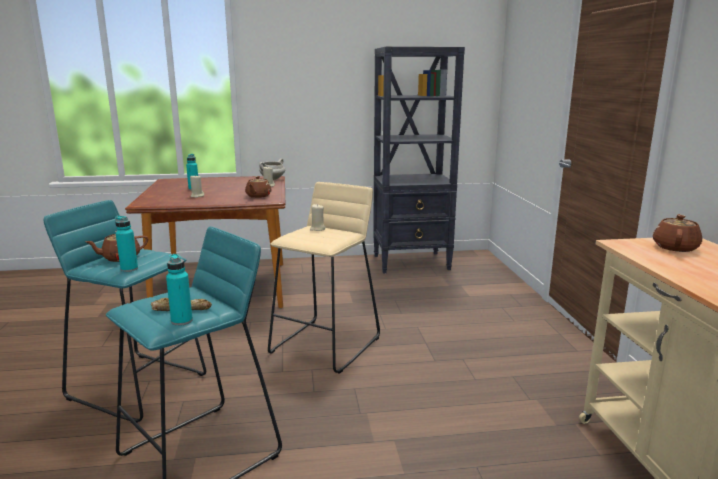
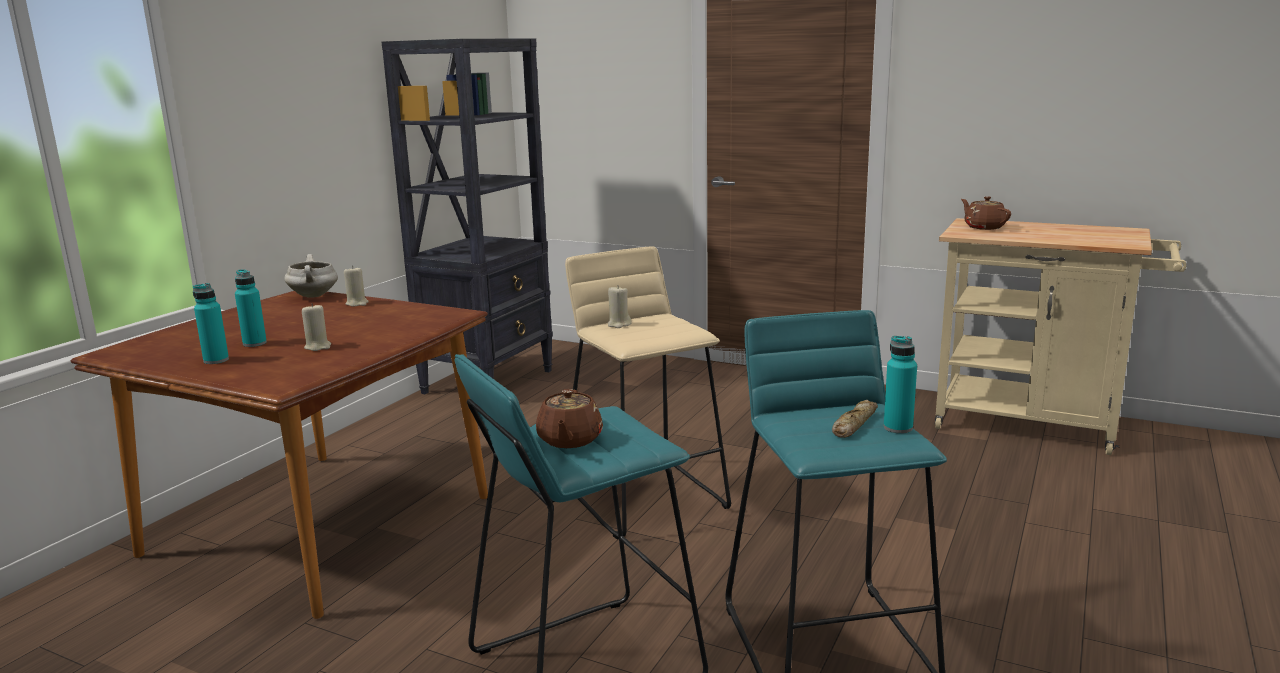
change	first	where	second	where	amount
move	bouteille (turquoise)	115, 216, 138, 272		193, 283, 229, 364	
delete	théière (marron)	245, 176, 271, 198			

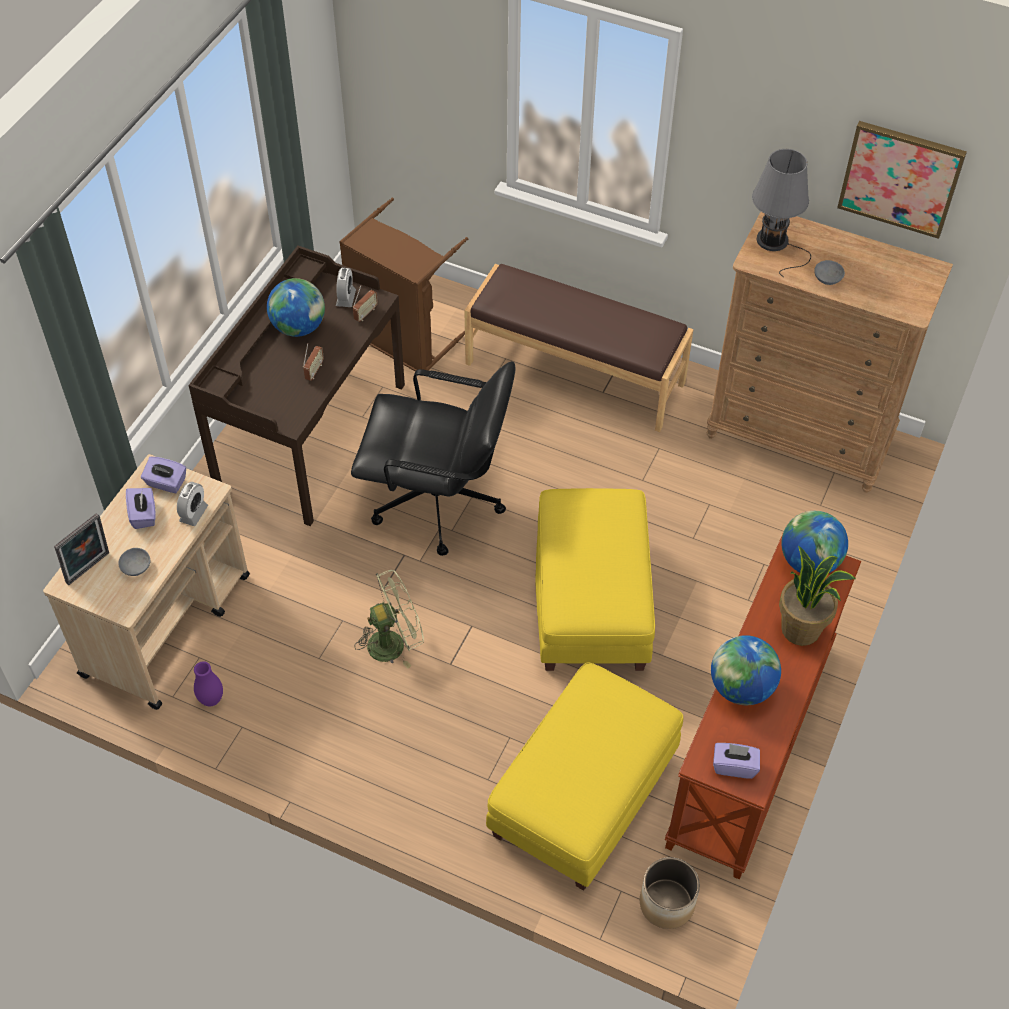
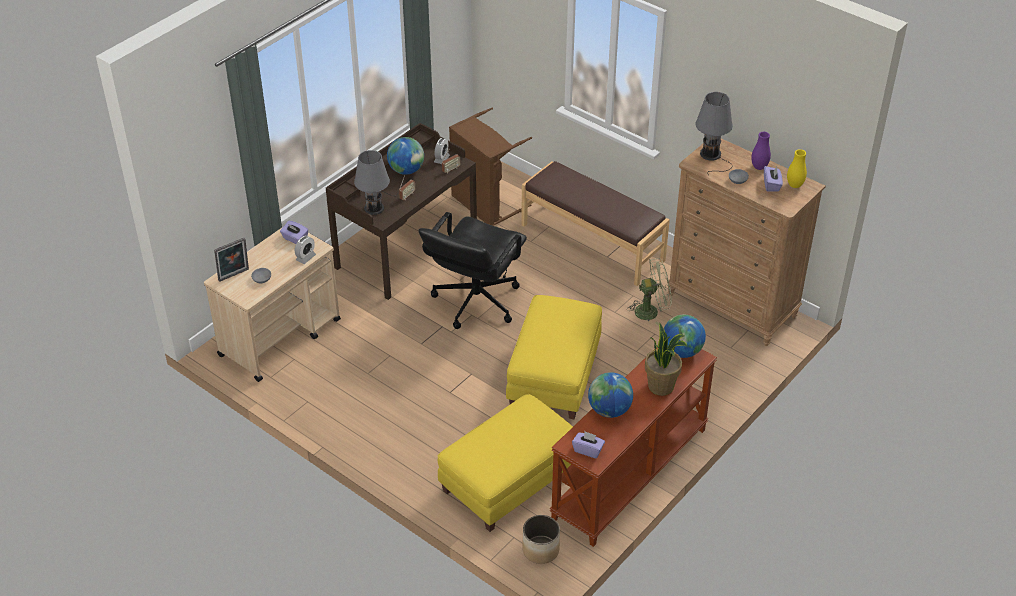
change	first	where	second	where	amount
insert			lampe de table (gris)	354, 150, 398, 215	
rotate	chaise de bureau (noir)	351, 361, 515, 556		418, 212, 527, 329	90 degrees clockwise
move	ventilateur (vert)	355, 570, 424, 668		627, 258, 672, 326	
move	vase (violet)	194, 661, 223, 706		751, 132, 771, 170	
move	boîte à mouchoirs (violet)	126, 488, 156, 529		764, 166, 783, 192	
insert			vase (jaune)	787, 149, 807, 188	
delete	tableau	837, 121, 967, 239			

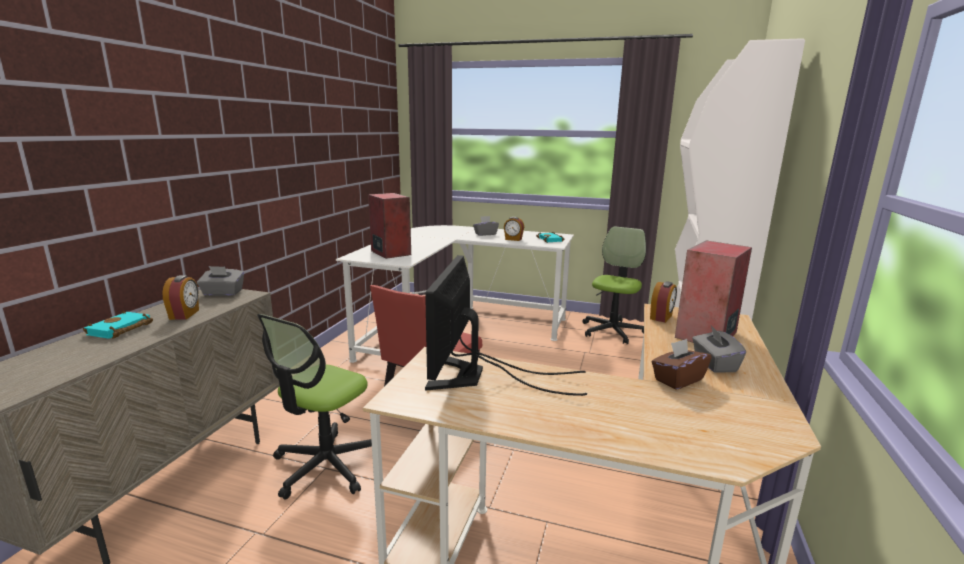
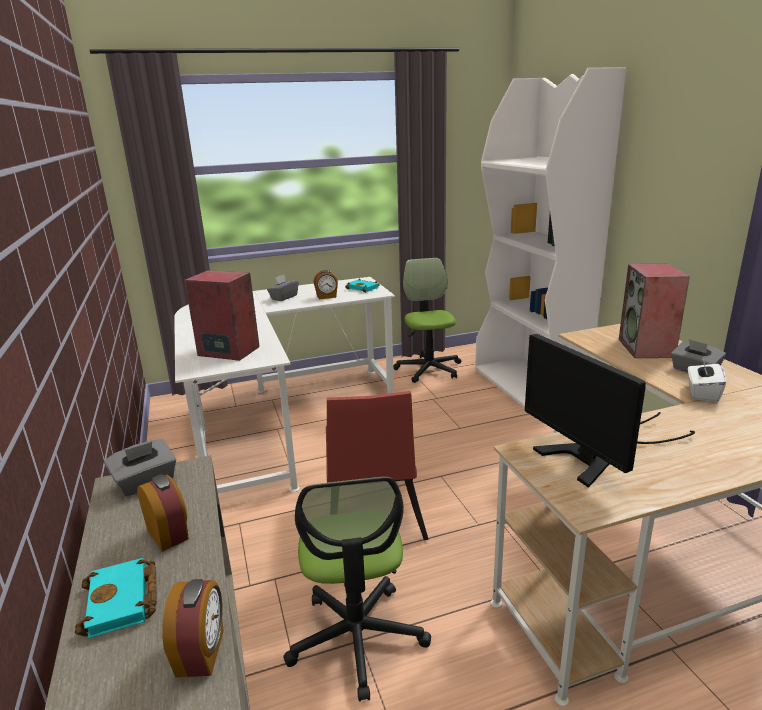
change	first	where	second	where	amount
move	réveil	650, 281, 677, 323		162, 579, 224, 678	
recolor	boîte à mouchoirs (marron)	652, 339, 712, 390	boîte à mouchoirs (blanc)	688, 358, 726, 402	

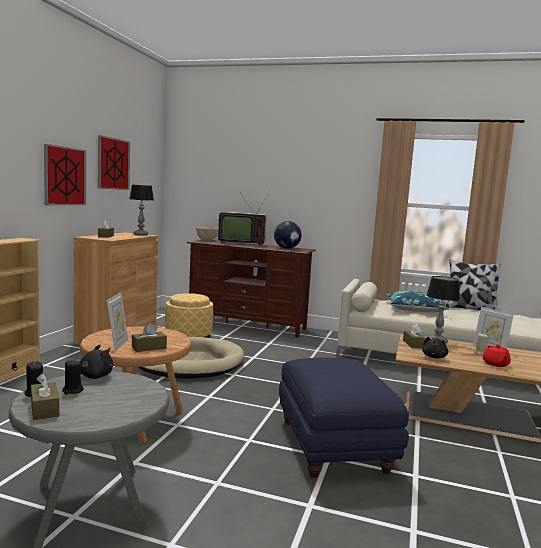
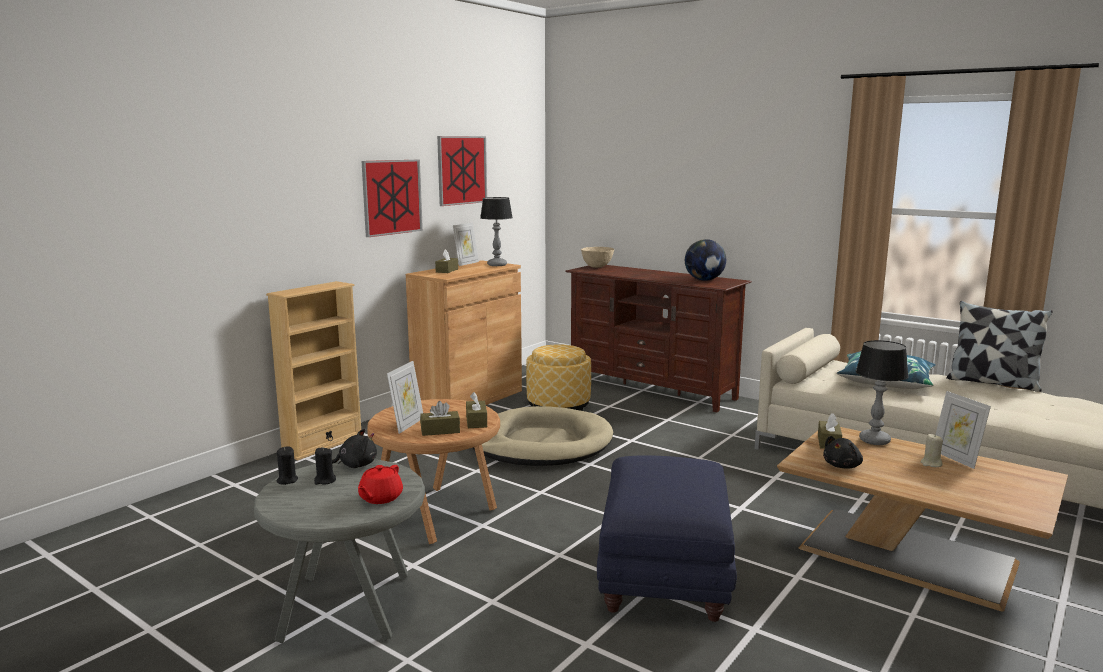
change	first	where	second	where	amount
move	théière (rouge)	483, 344, 511, 367		358, 465, 403, 504	
insert			cadre photo	453, 223, 479, 266	
move	boîte à mouchoirs (marron)	31, 374, 59, 420		466, 392, 487, 428	
delete	téléviseur	218, 192, 270, 246			

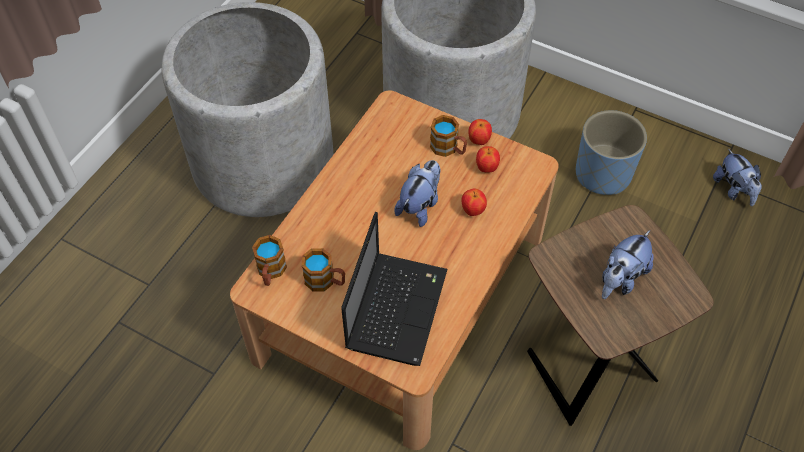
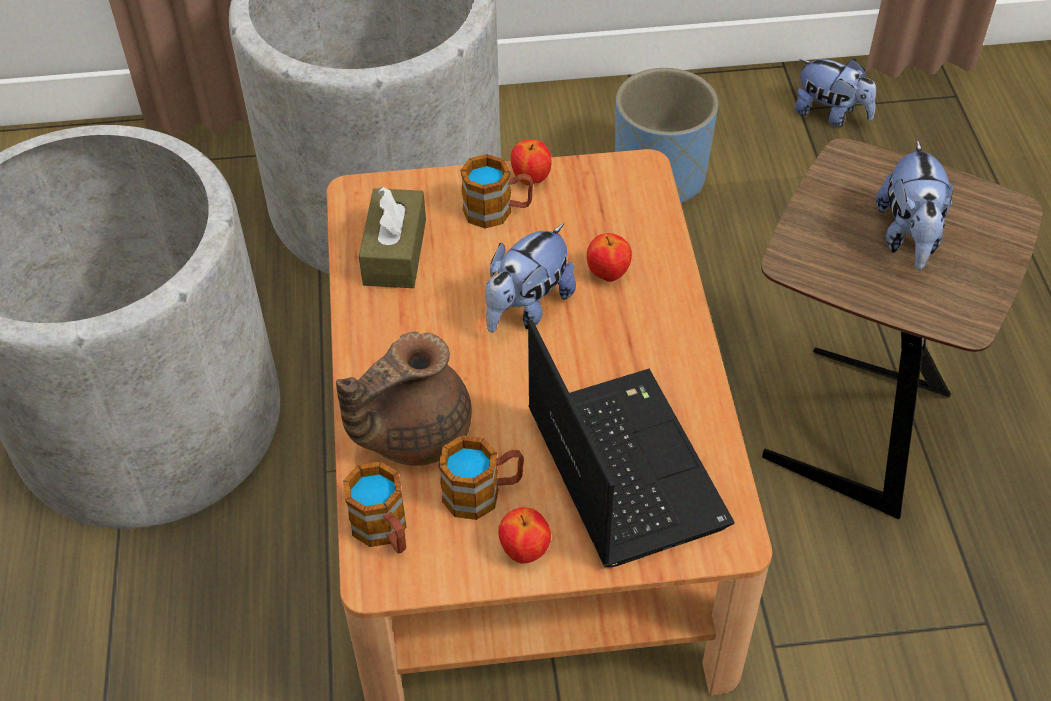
change	first	where	second	where	amount
insert			théière (marron)	336, 332, 472, 466	
insert			boîte à mouchoirs (marron)	359, 186, 426, 288	
rotate	peluche	394, 160, 441, 227		485, 224, 576, 333	135 degrees counterclockwise
move	pomme	476, 146, 500, 173		498, 507, 551, 564	

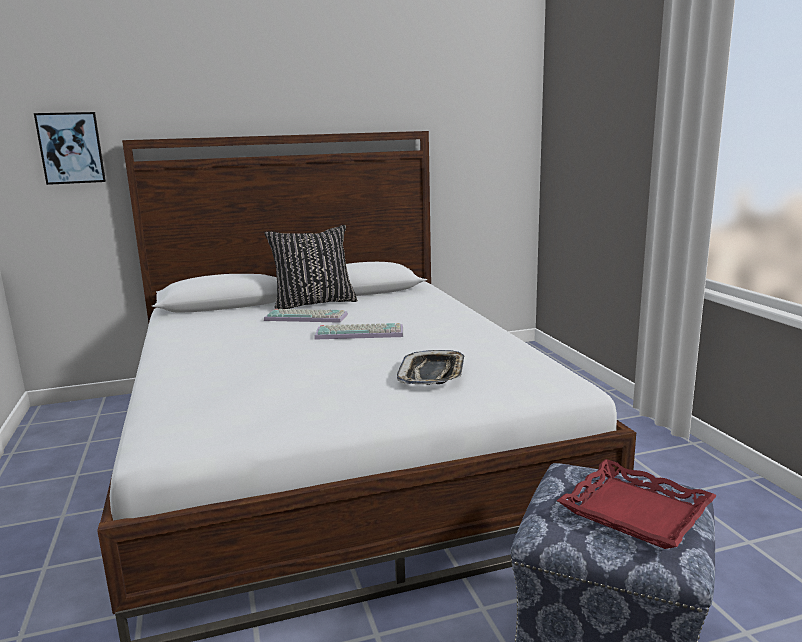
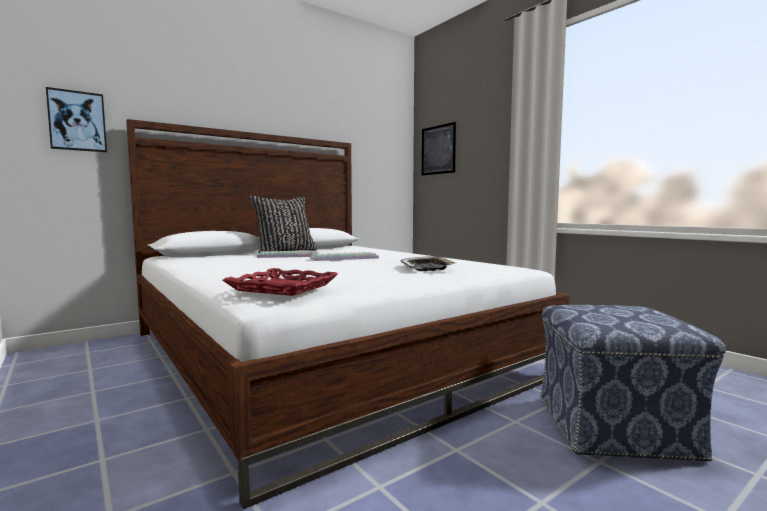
change	first	where	second	where	amount
move	plateau (rouge)	557, 459, 717, 549		223, 268, 338, 296	
insert			tableau	422, 122, 456, 176	

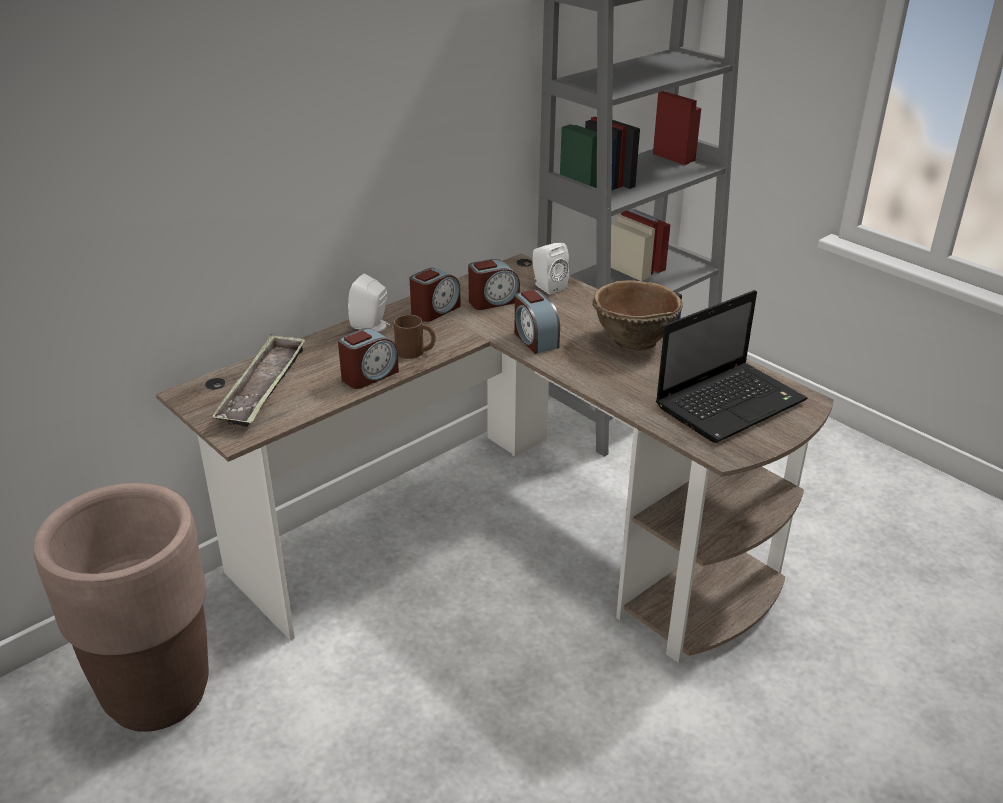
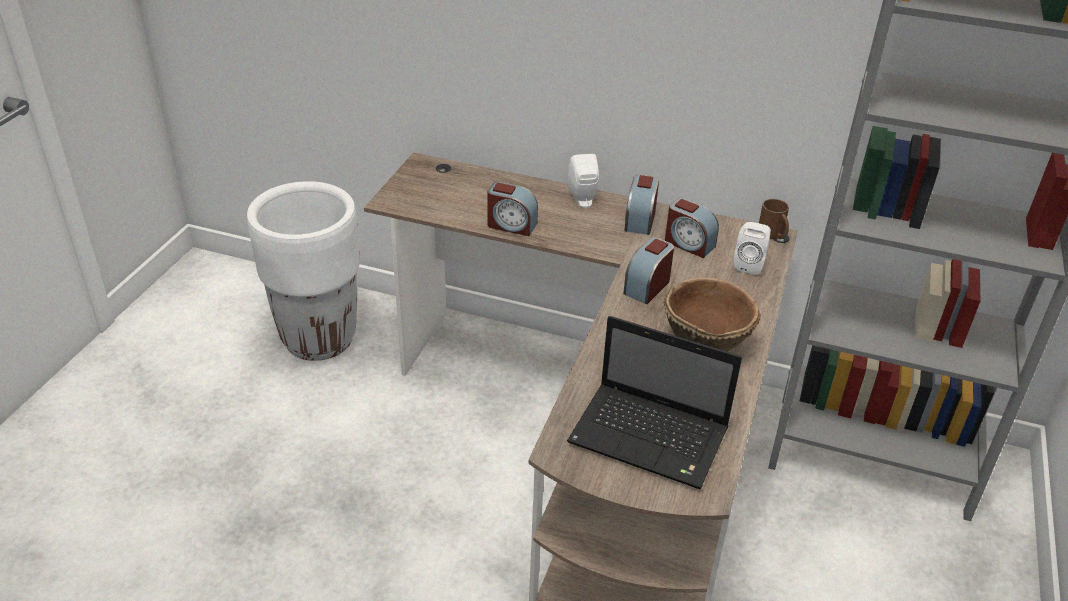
change	first	where	second	where	amount
recolor	cache-pot (marron)	33, 483, 209, 732	cache-pot (blanc)	247, 181, 360, 361	
rotate	réveil	410, 268, 461, 322		625, 175, 659, 235	90 degrees clockwise
move	mug (marron)	394, 315, 436, 359		759, 199, 789, 239	
delete	plateau	212, 334, 305, 427			

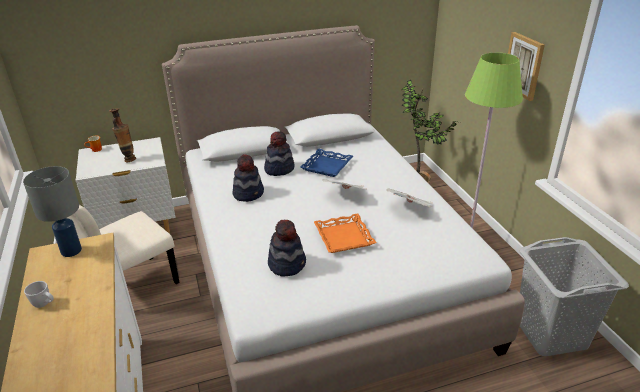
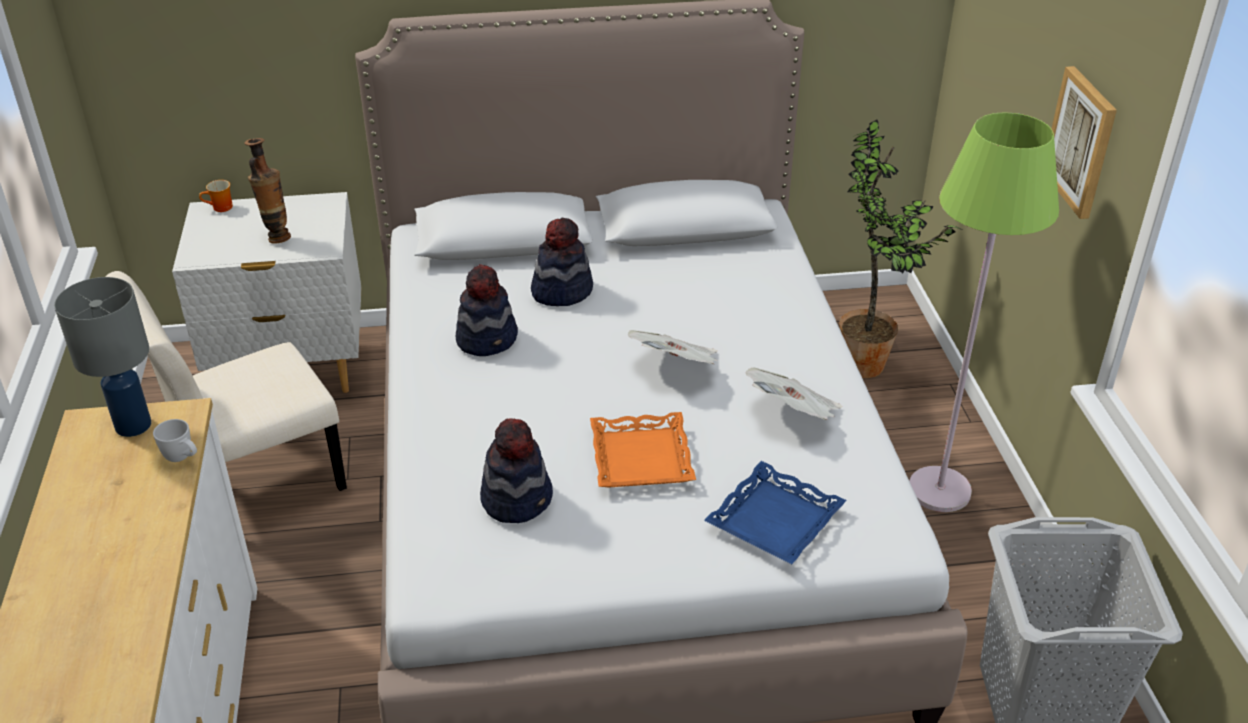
change	first	where	second	where	amount
move	mug (blanc)	24, 281, 54, 308		153, 419, 197, 462	
move	plateau (bleu)	300, 149, 353, 177		704, 461, 847, 564	

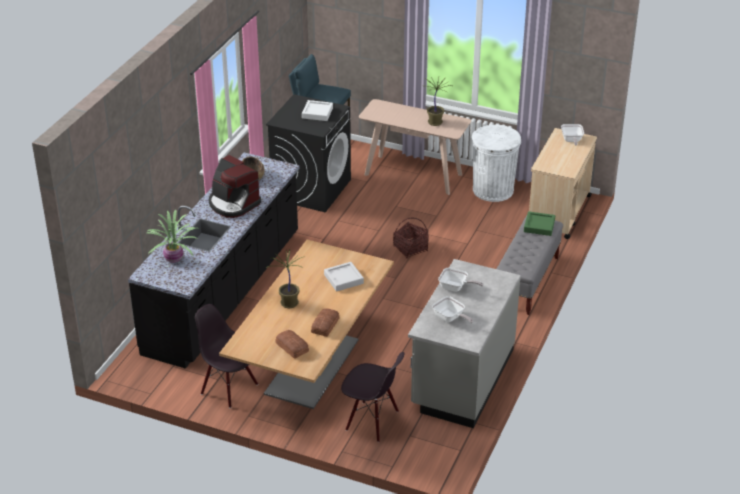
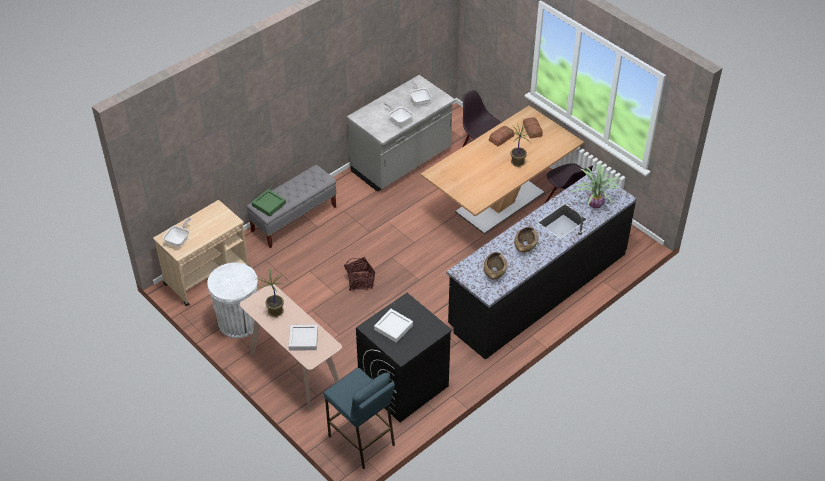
change	first	where	second	where	amount
move	plateau (gris)	324, 262, 364, 292		288, 325, 318, 350	
replace	machine à café	209, 155, 261, 218	bol (marron)	514, 227, 539, 253	

